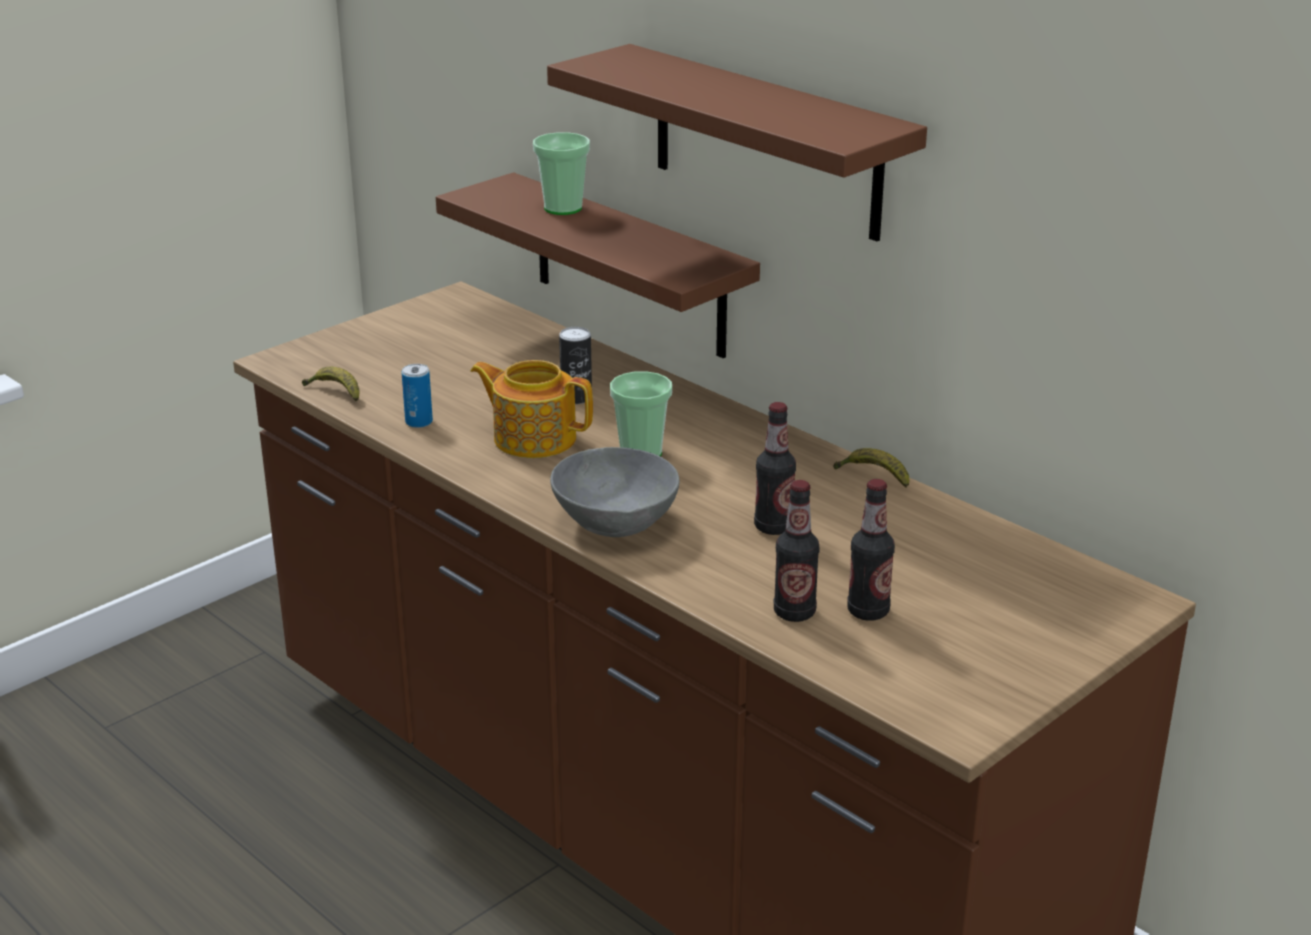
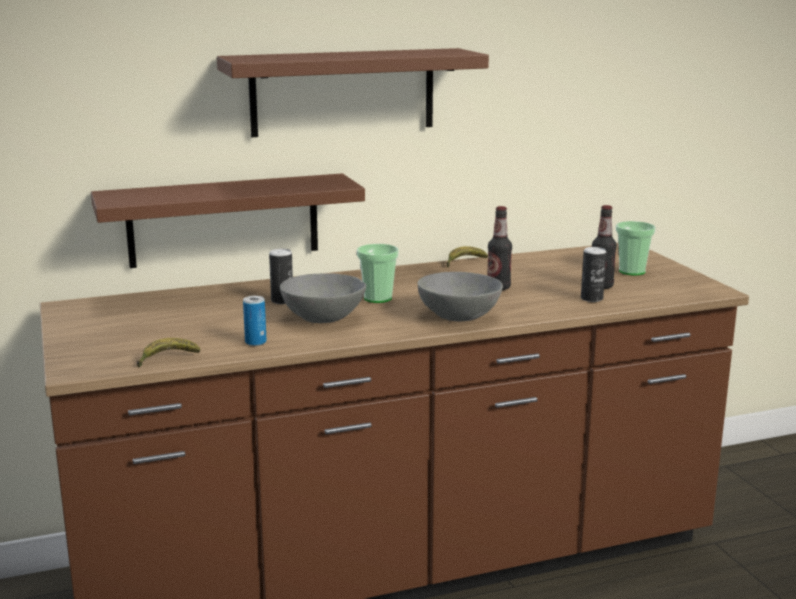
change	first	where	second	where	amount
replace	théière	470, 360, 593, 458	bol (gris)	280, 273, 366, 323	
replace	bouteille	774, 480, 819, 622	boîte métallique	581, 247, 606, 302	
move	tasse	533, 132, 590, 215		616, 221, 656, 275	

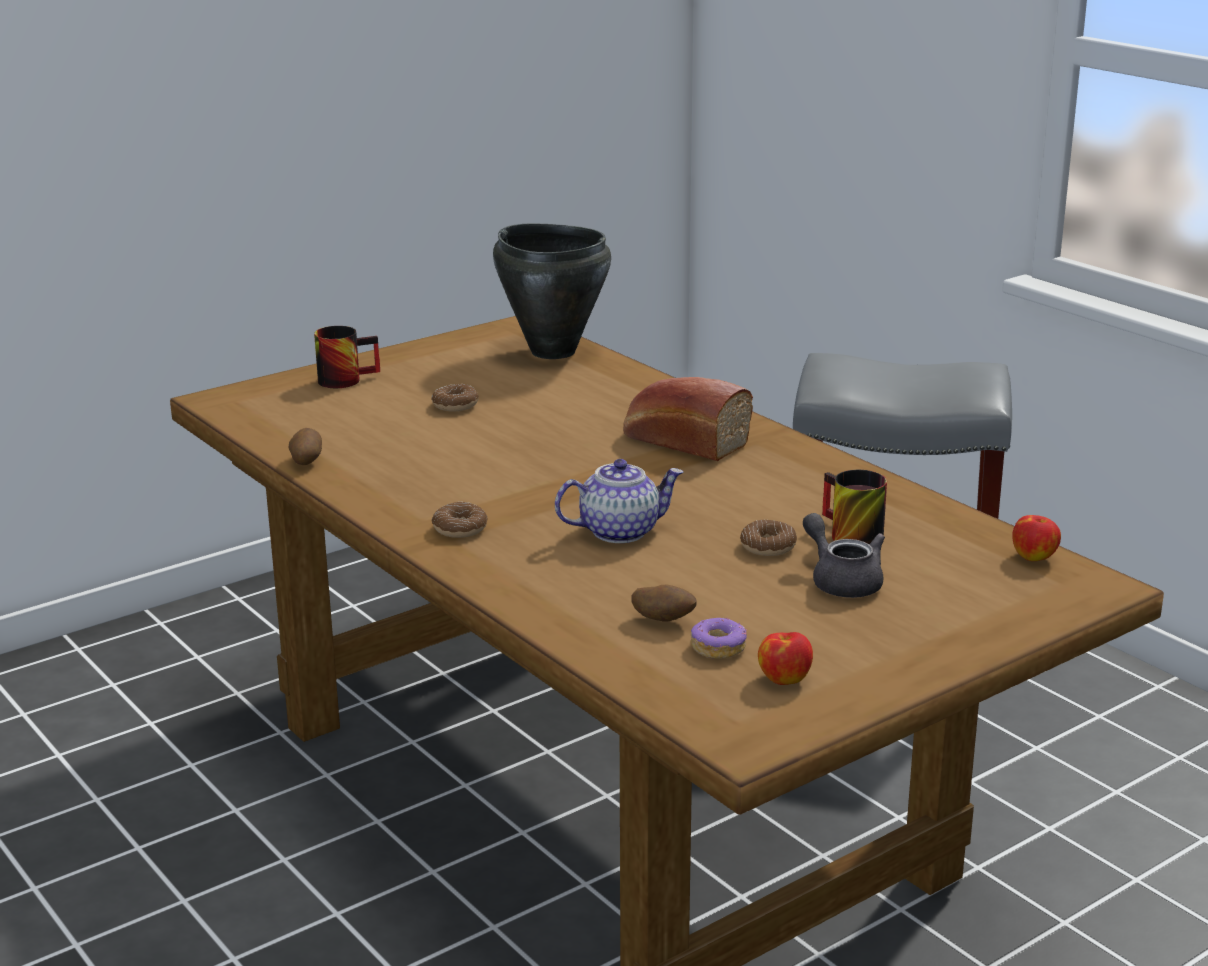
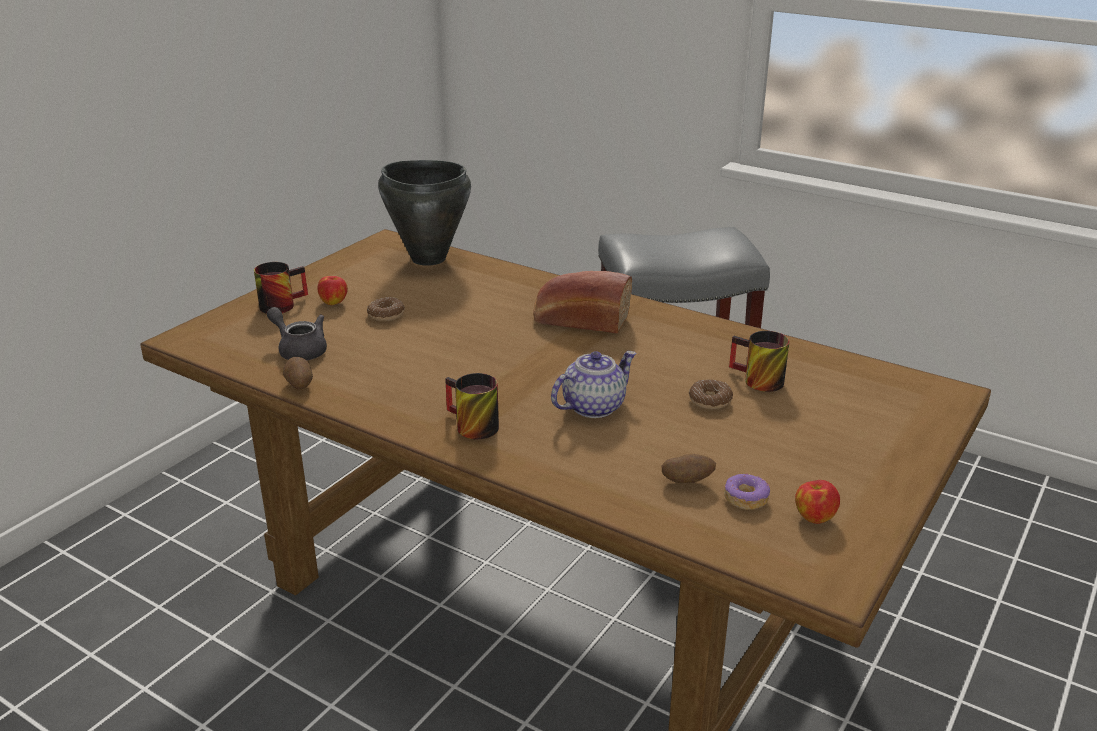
change	first	where	second	where	amount
move	théière (gris)	803, 513, 885, 598		267, 307, 327, 360	
move	pomme	1012, 515, 1061, 561		317, 276, 348, 305	
replace	beignet	431, 502, 488, 538	mug	445, 373, 499, 439	

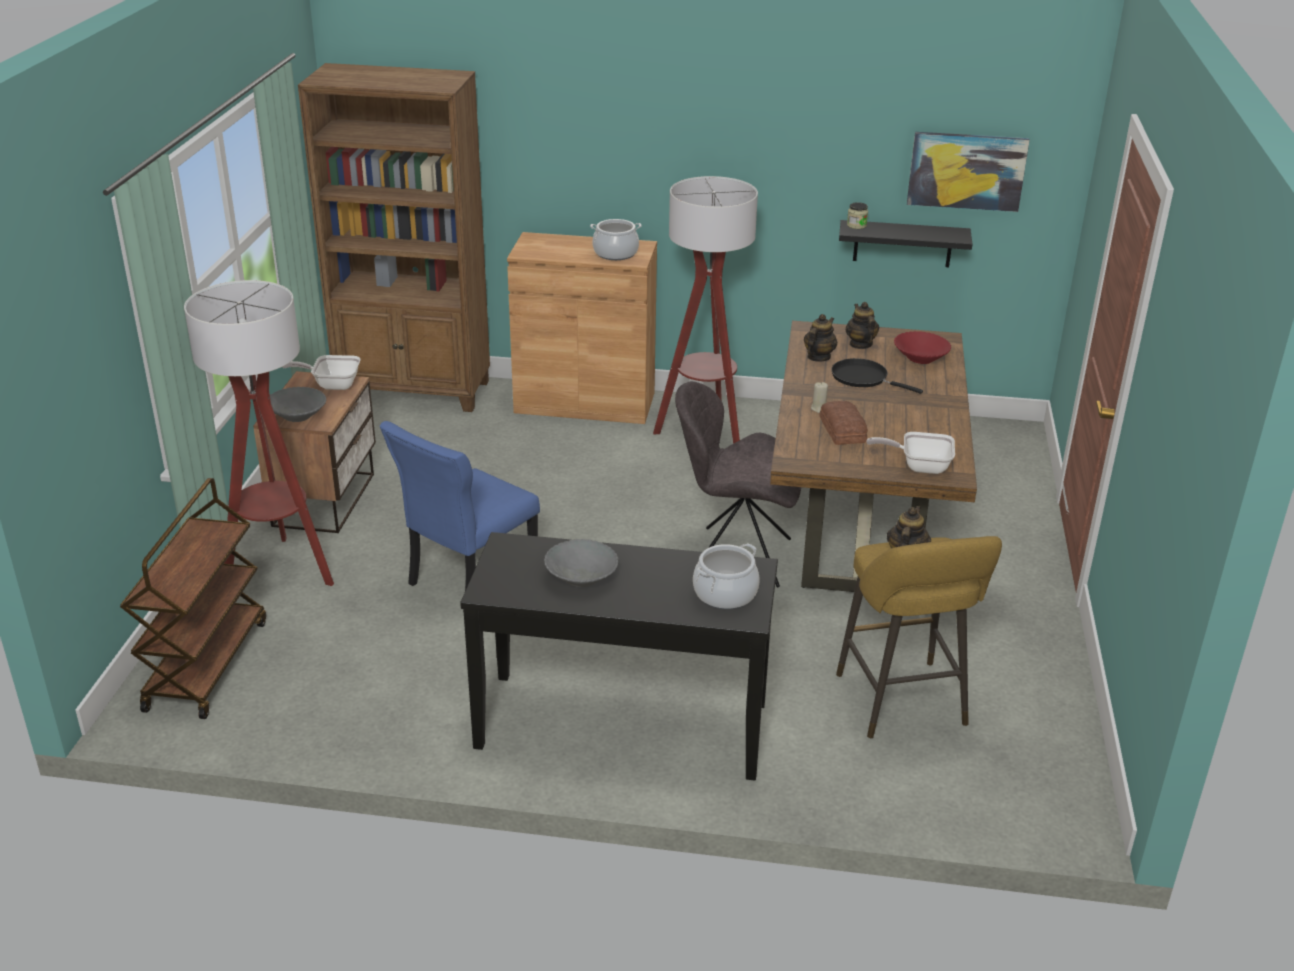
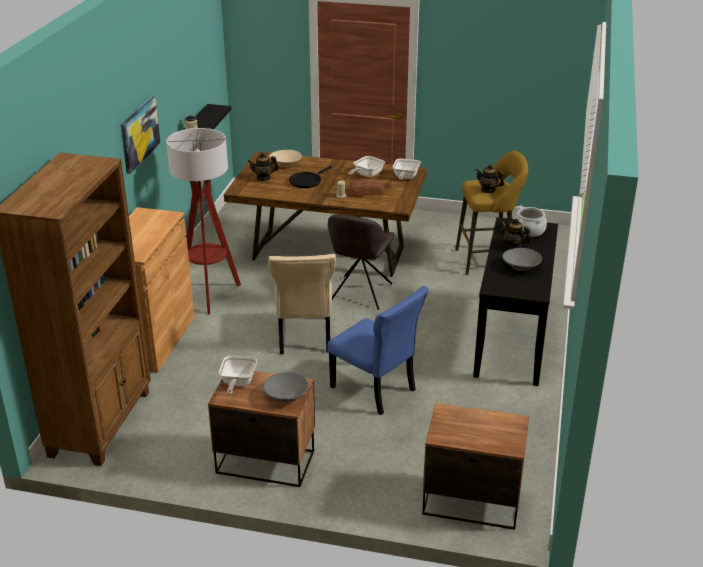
change	first	where	second	where	amount
move	tableau	907, 132, 1030, 212		120, 96, 160, 174	
insert			chaise (beige)	268, 254, 336, 354	
recolor	bol (rouge)	894, 331, 951, 364	bol (beige)	269, 150, 302, 167	
insert			poêle	349, 156, 385, 178	
replace	chariot (marron)	120, 478, 266, 719	table de chevet	422, 403, 529, 530	
move	théière	804, 314, 837, 362		501, 218, 531, 249	
delete	lampadaire	184, 280, 334, 586			
delete	marmite	590, 219, 642, 260			

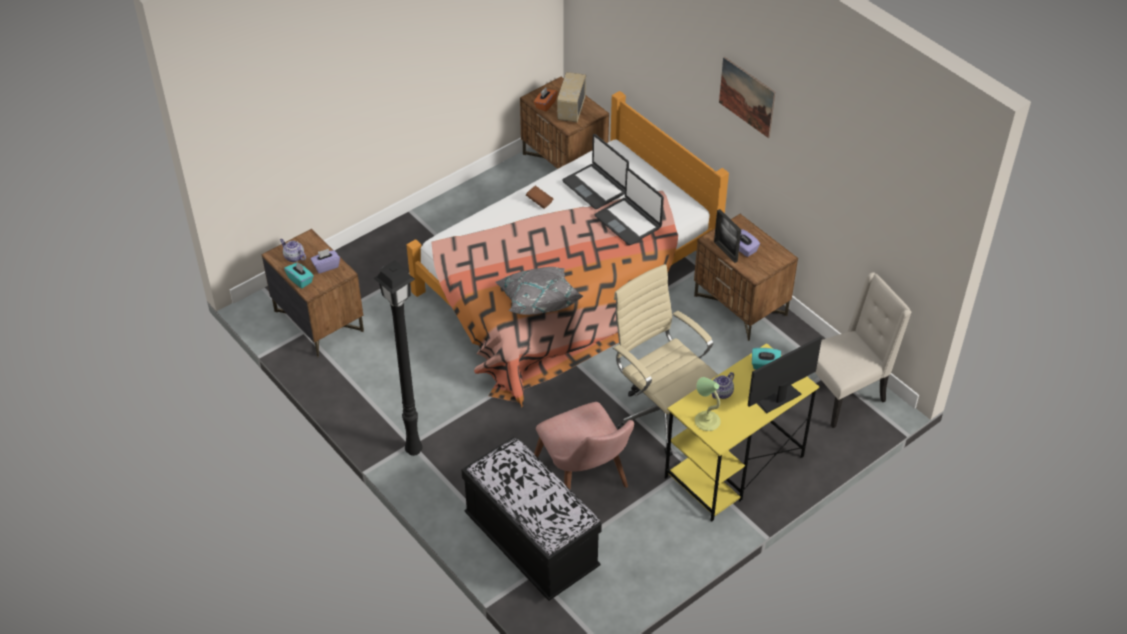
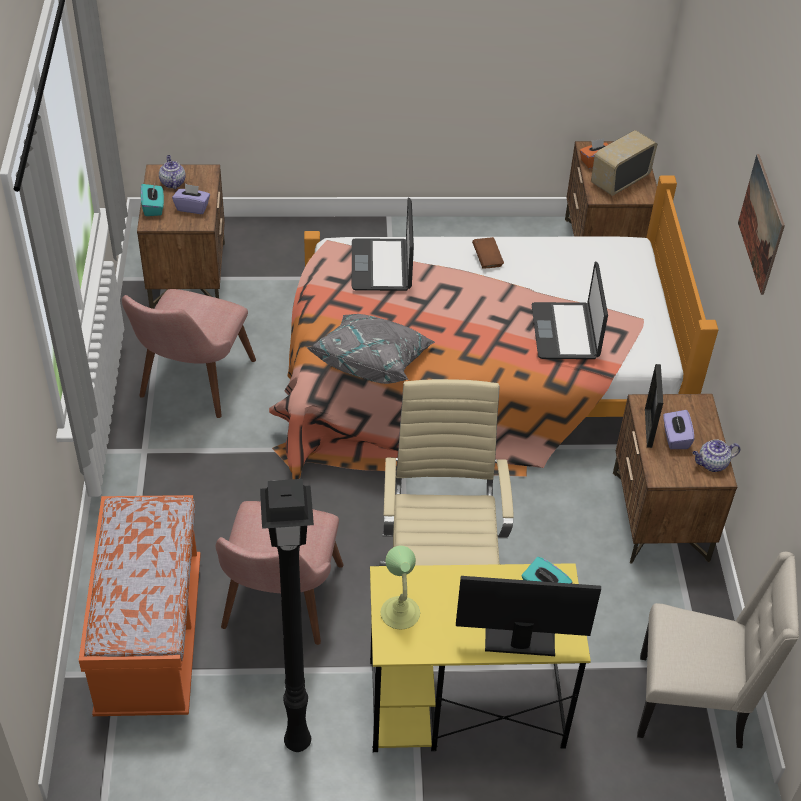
change	first	where	second	where	amount
recolor	banc (noir)	461, 437, 602, 601	banc (orange)	79, 495, 201, 716	
insert			chaise (rose)	122, 289, 256, 418	
move	lampadaire (noir)	374, 260, 423, 456		260, 479, 314, 752	
move	ordinateur portable	562, 134, 629, 209		352, 198, 414, 291	
move	théière	712, 372, 734, 399		693, 439, 740, 472	

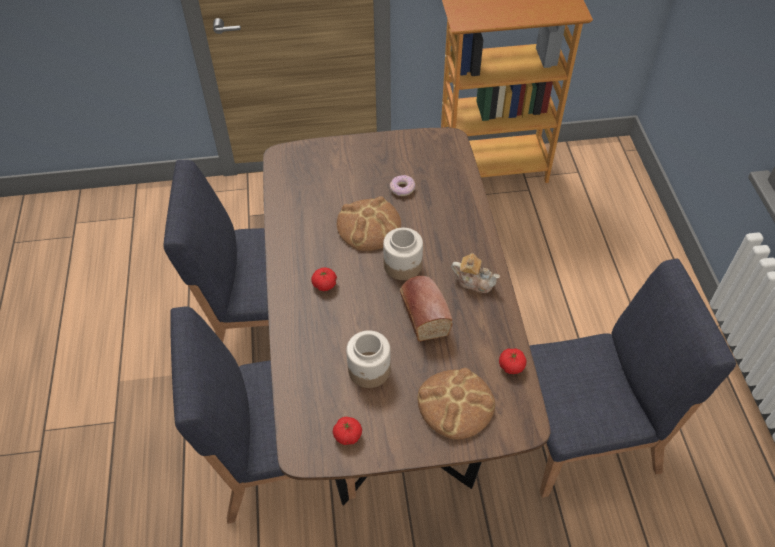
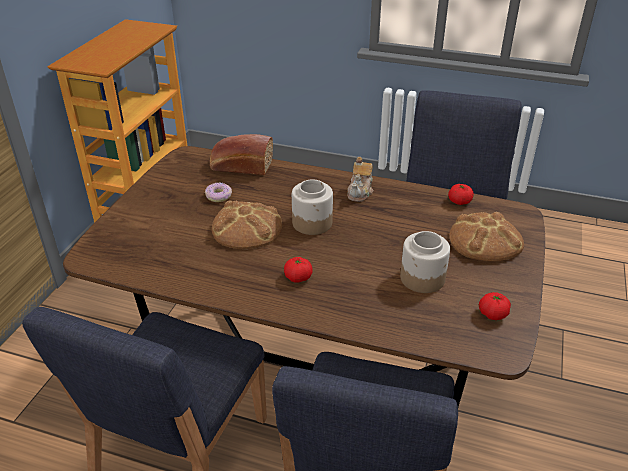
change	first	where	second	where	amount
move	pain	400, 276, 453, 342		210, 134, 273, 175	
rotate	théière	451, 253, 500, 293		347, 157, 373, 202	150 degrees clockwise

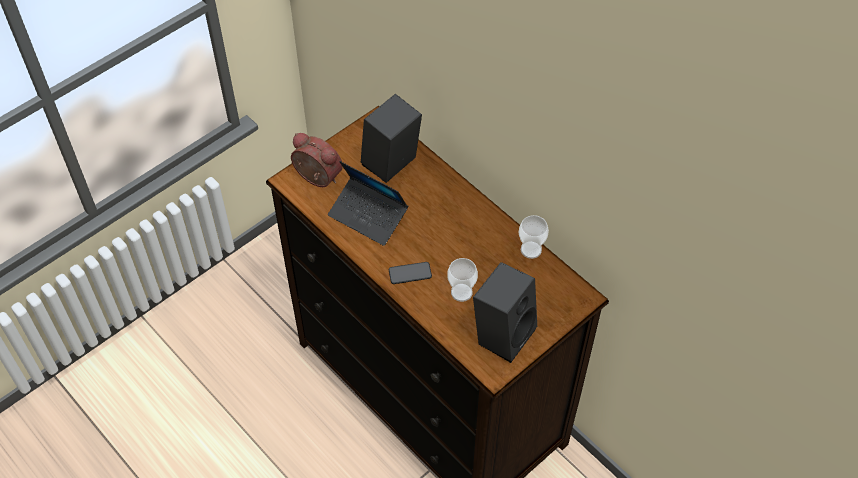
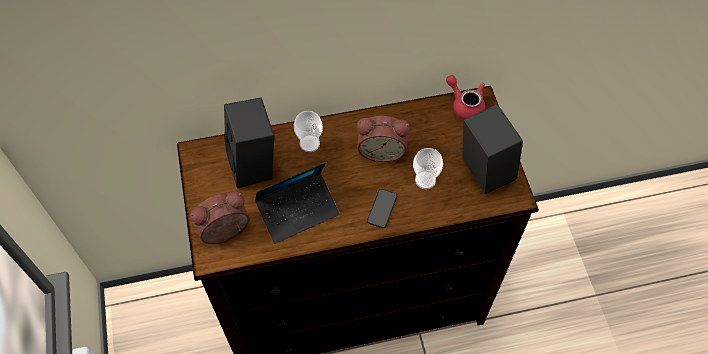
change	first	where	second	where	amount
move	tasse	519, 215, 549, 259		294, 111, 323, 152	
insert			réveil	357, 116, 410, 162	
insert			théière (rouge)	446, 75, 486, 120	

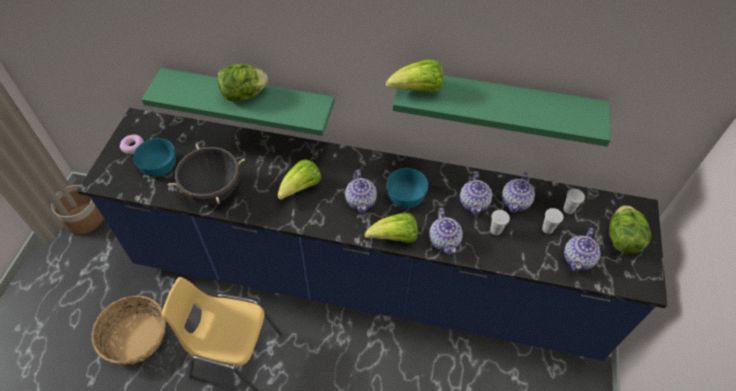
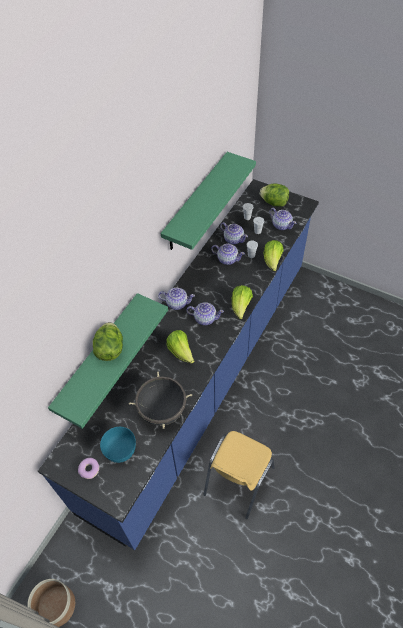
change	first	where	second	where	amount
move	théière	429, 208, 463, 255		158, 288, 195, 310	
move	laitue	386, 59, 444, 93		263, 240, 284, 271	
delete	panier	91, 296, 166, 365			
delete	bol (turquoise)	387, 168, 428, 208			

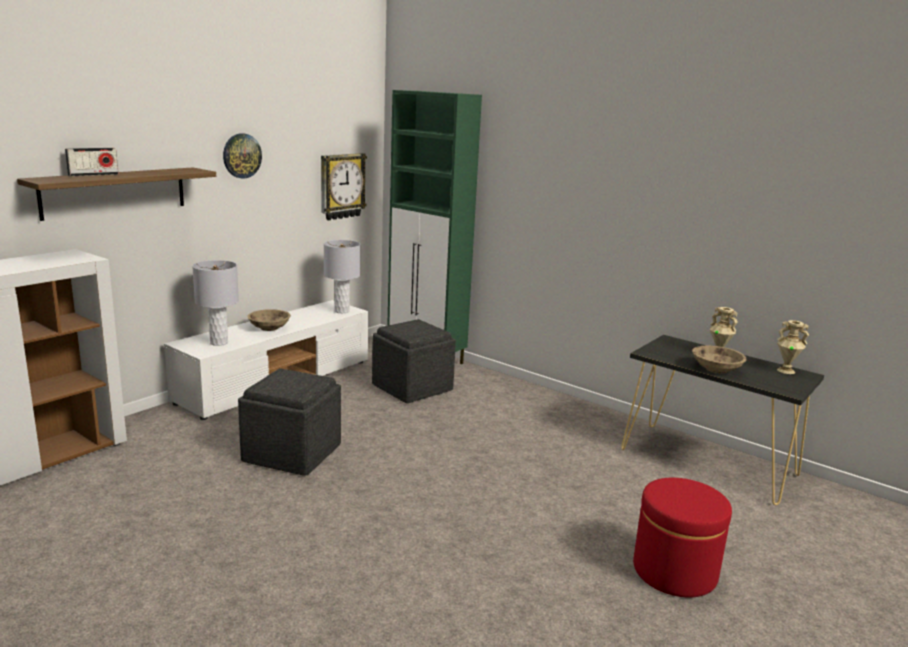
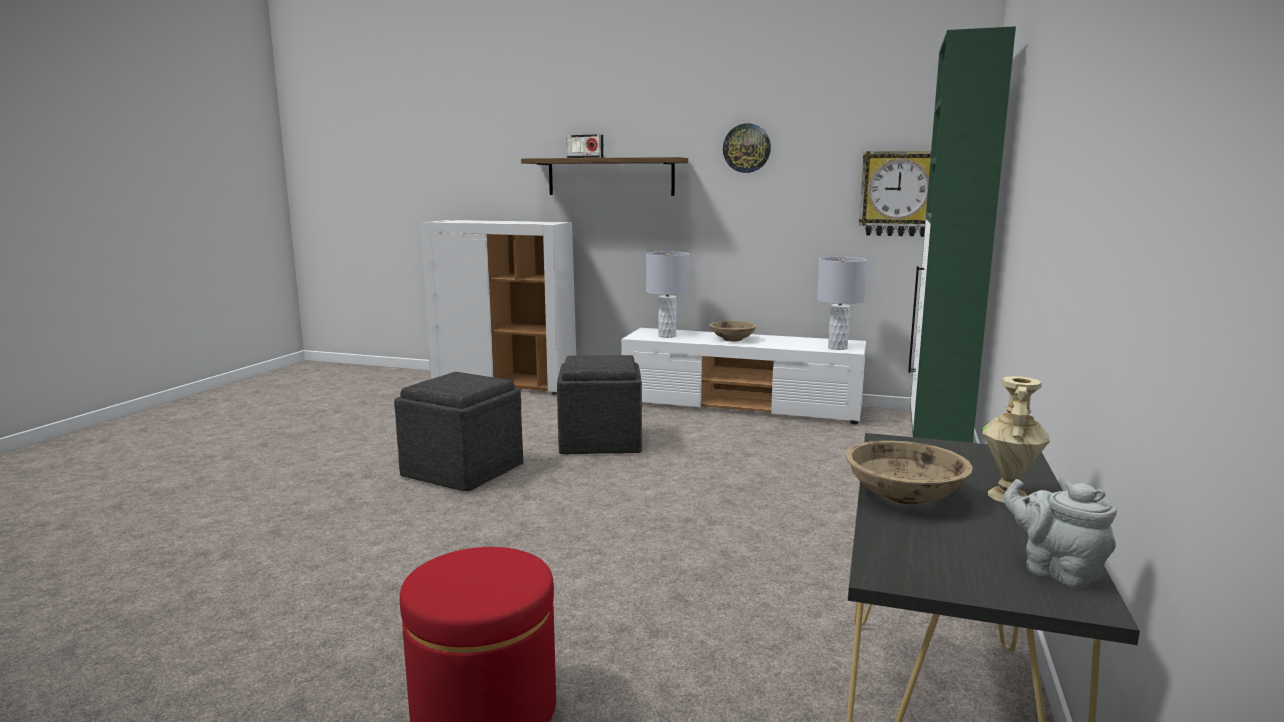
change	first	where	second	where	amount
move	pouf (gris)	372, 319, 456, 403		394, 372, 523, 491	
replace	vase (beige)	777, 320, 809, 374	théière (gris)	1003, 479, 1117, 588	

